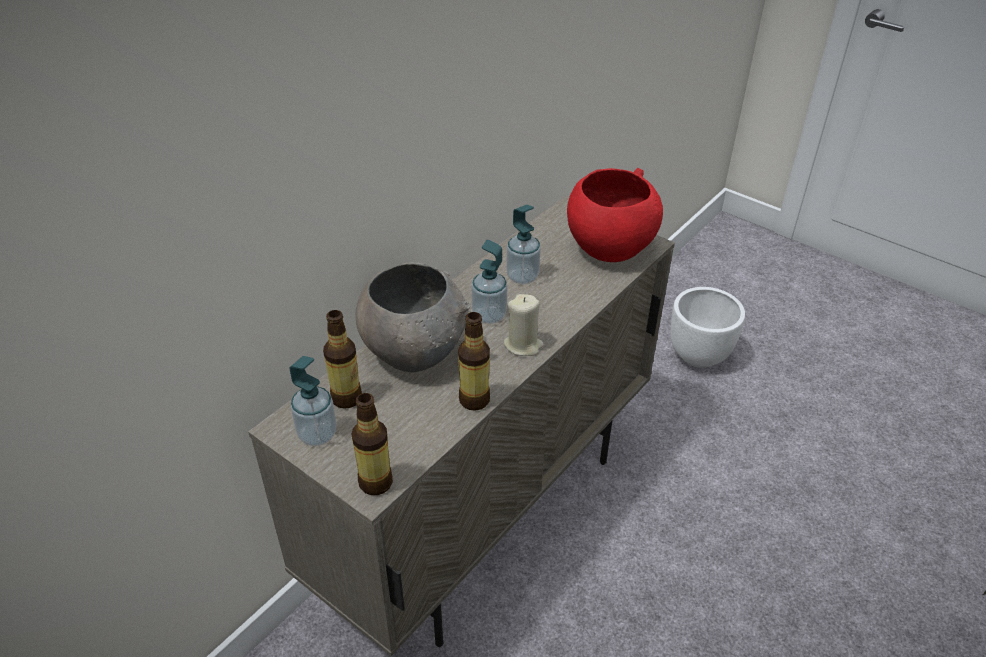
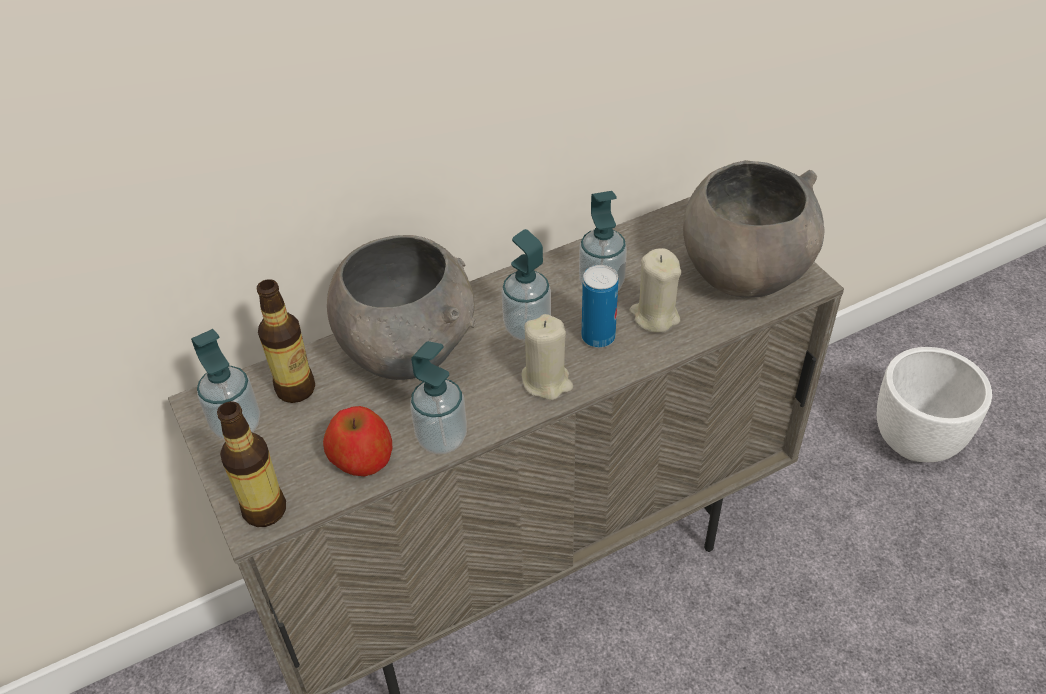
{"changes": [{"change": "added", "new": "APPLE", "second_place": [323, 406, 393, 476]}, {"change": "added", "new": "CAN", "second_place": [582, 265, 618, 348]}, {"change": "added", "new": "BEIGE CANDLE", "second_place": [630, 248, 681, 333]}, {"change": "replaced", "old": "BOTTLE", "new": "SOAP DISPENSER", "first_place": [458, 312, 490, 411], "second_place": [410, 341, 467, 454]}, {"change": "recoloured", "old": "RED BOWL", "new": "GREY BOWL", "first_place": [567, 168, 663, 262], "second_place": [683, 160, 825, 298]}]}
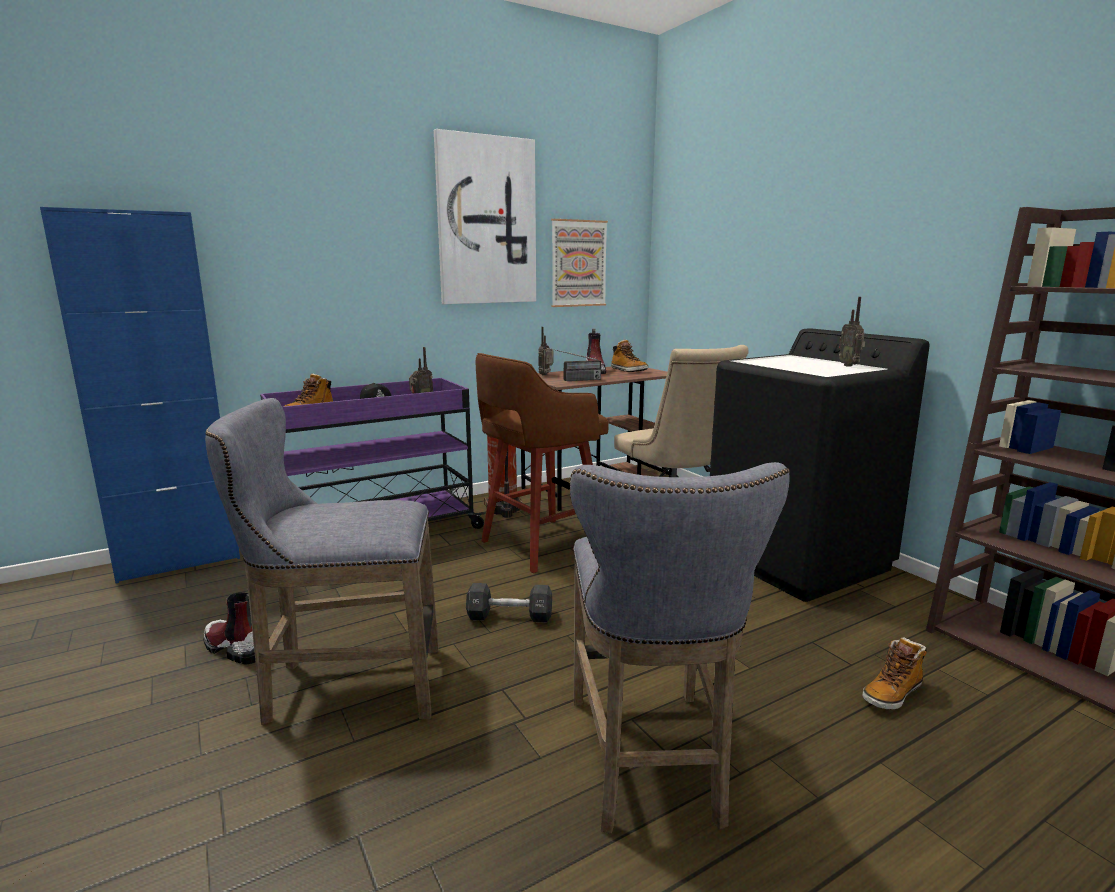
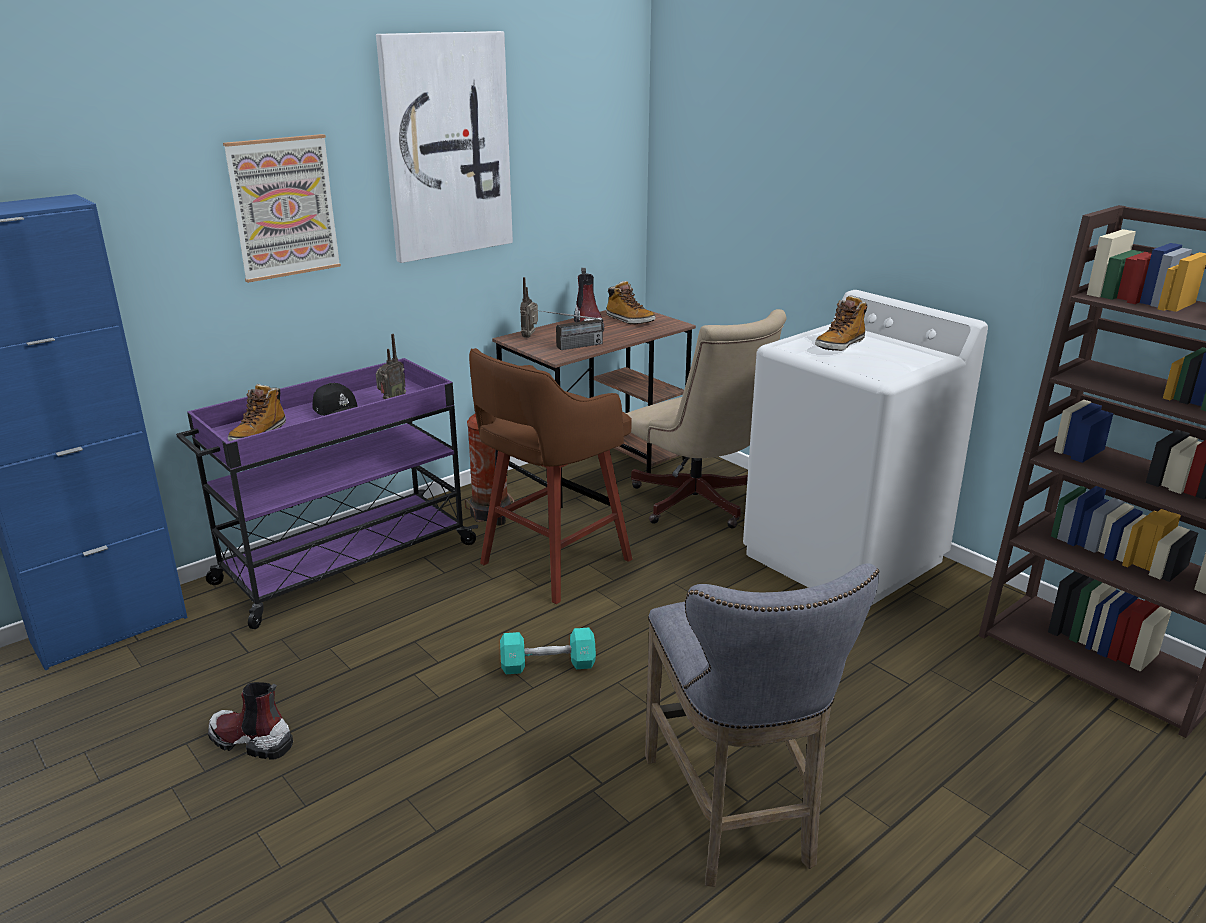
{"changes": [{"change": "removed", "old": "GREY STOOL", "first_place": [205, 398, 439, 725]}, {"change": "removed", "old": "RADIO", "first_place": [839, 297, 865, 367]}, {"change": "moved", "old": "PICTURE", "first_place": [551, 219, 608, 307], "second_place": [223, 134, 341, 283]}, {"change": "moved", "old": "BOOT", "first_place": [862, 637, 927, 710], "second_place": [815, 295, 867, 351]}, {"change": "recoloured", "old": "BLACK DUMBBELL", "new": "TURQUOISE DUMBBELL", "first_place": [466, 583, 552, 622], "second_place": [500, 628, 596, 674]}, {"change": "recoloured", "old": "BLACK WASHING MACHINE", "new": "WHITE WASHING MACHINE", "first_place": [710, 328, 930, 602], "second_place": [743, 290, 988, 606]}]}
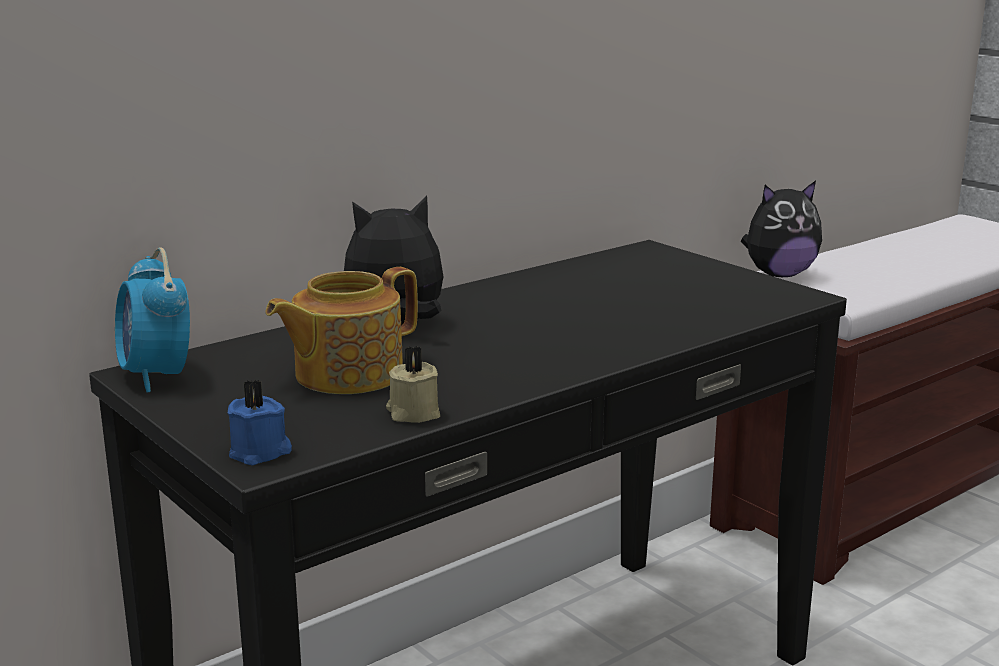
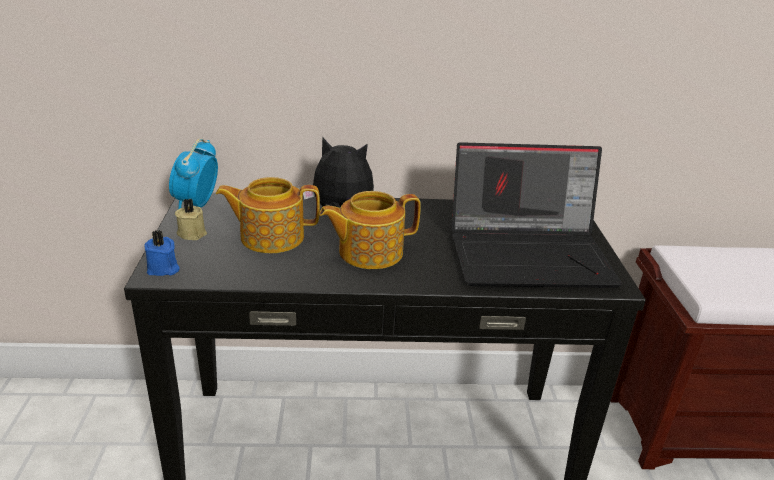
{"changes": [{"change": "removed", "old": "PLUSH TOY", "first_place": [741, 181, 822, 277]}, {"change": "added", "new": "TEAPOT", "second_place": [319, 191, 421, 269]}, {"change": "added", "new": "LAPTOP", "second_place": [452, 142, 622, 288]}, {"change": "moved", "old": "BEIGE CANDLE", "first_place": [386, 346, 440, 423], "second_place": [175, 199, 207, 240]}]}
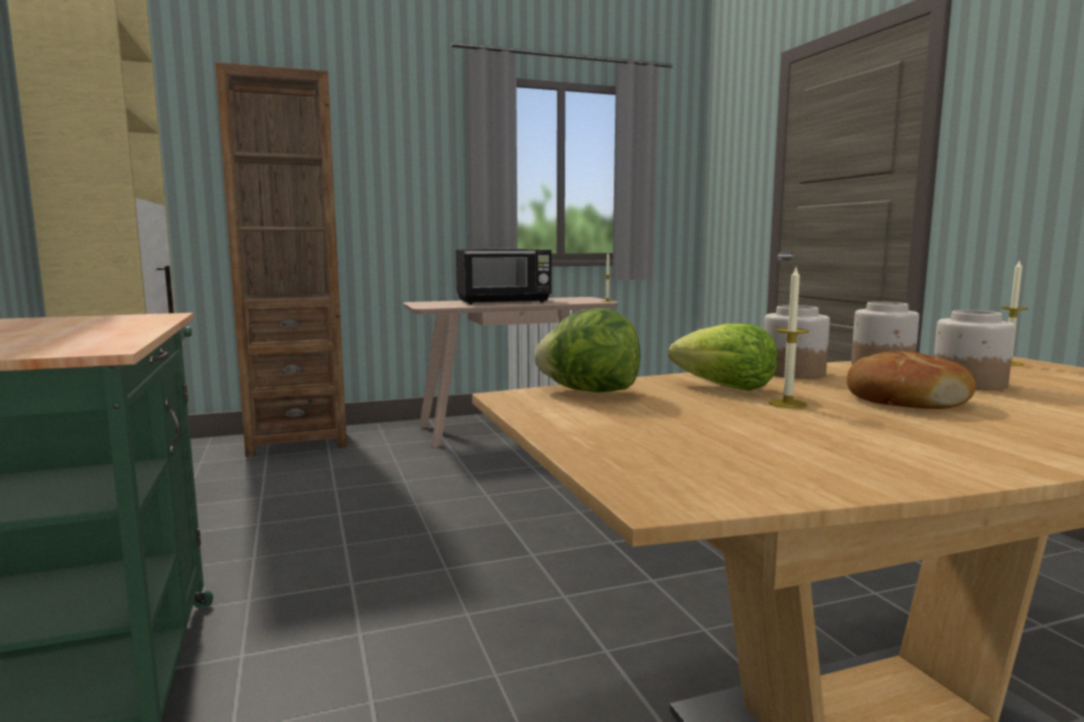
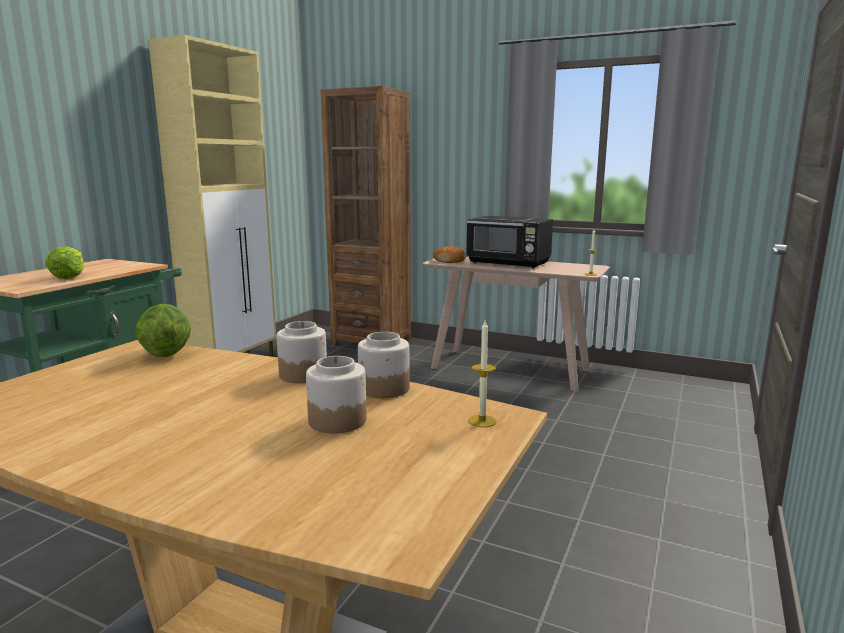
{"changes": [{"change": "removed", "old": "CANDLE", "first_place": [769, 268, 809, 408]}, {"change": "moved", "old": "LETTUCE", "first_place": [669, 323, 778, 390], "second_place": [45, 246, 84, 279]}, {"change": "moved", "old": "BREAD", "first_place": [847, 351, 976, 409], "second_place": [433, 246, 466, 263]}]}
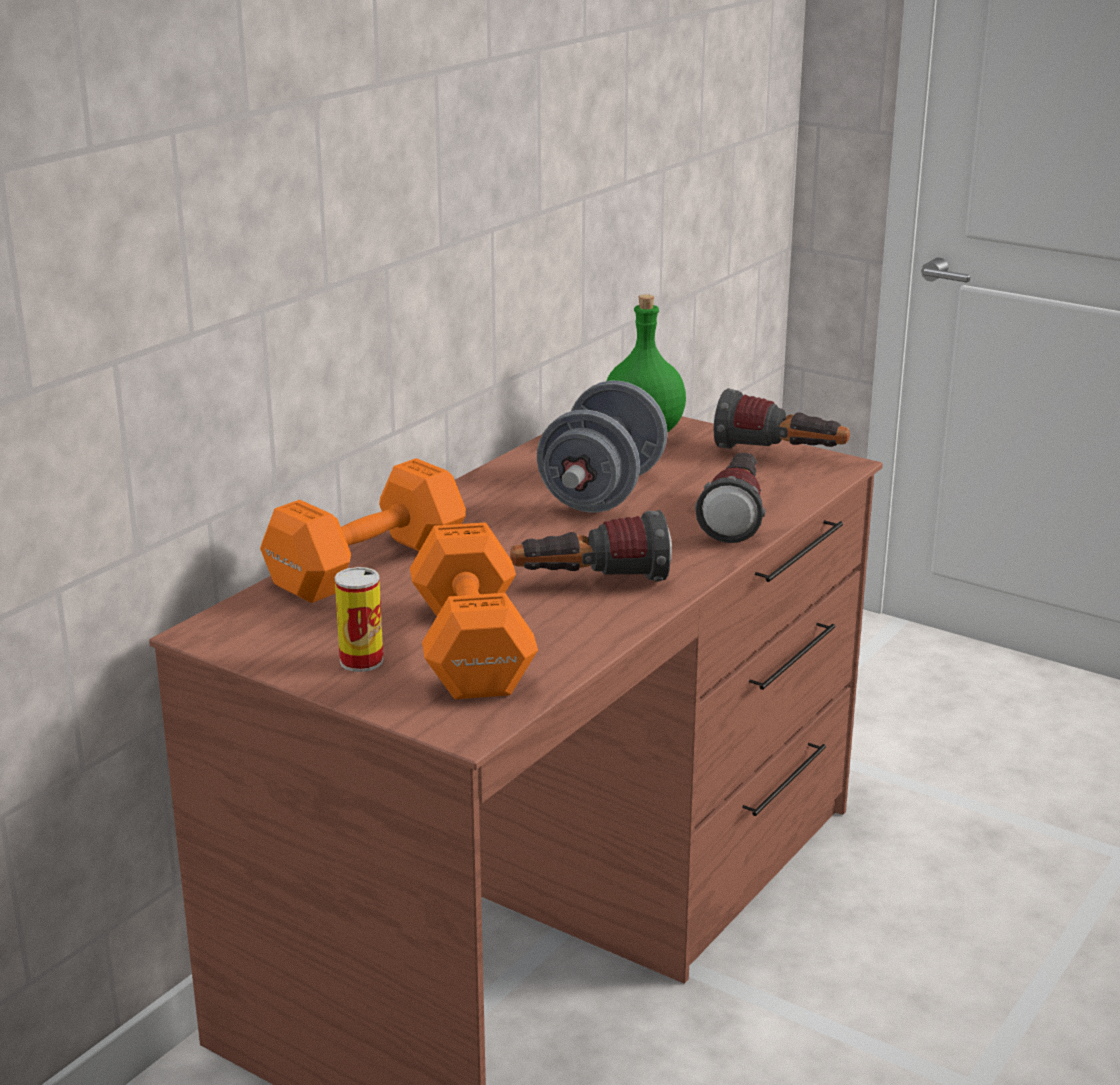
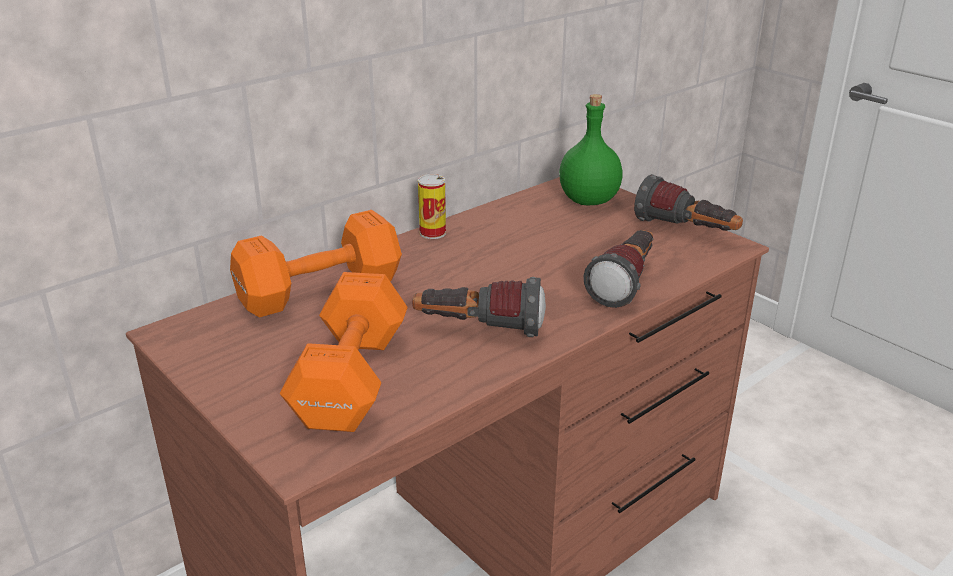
{"changes": [{"change": "removed", "old": "GREY DUMBBELL", "first_place": [537, 381, 668, 513]}, {"change": "moved", "old": "CAN", "first_place": [335, 567, 384, 672], "second_place": [418, 174, 446, 239]}]}
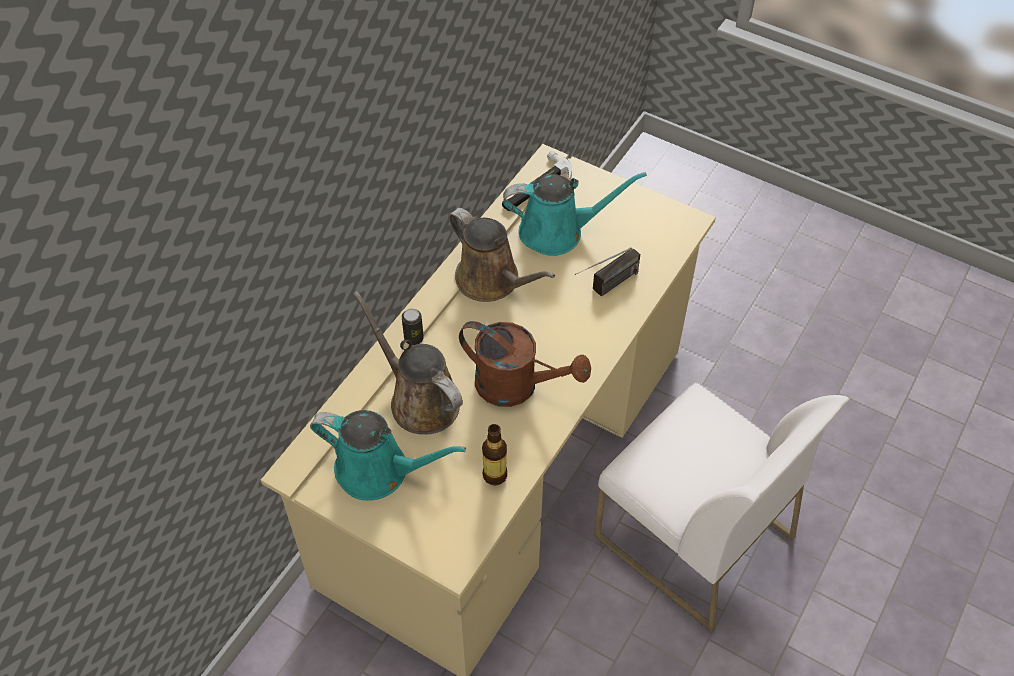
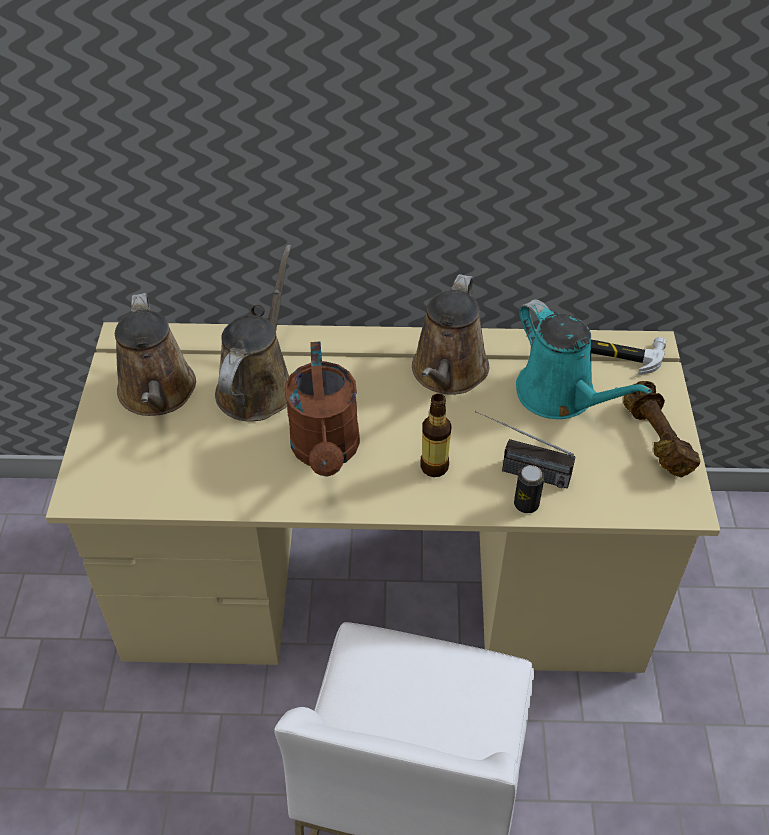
{"changes": [{"change": "added", "new": "BROWN DUMBBELL", "second_place": [623, 381, 700, 477]}, {"change": "moved", "old": "CAN", "first_place": [402, 309, 424, 345], "second_place": [514, 465, 545, 513]}, {"change": "moved", "old": "BOTTLE", "first_place": [482, 424, 507, 485], "second_place": [420, 394, 452, 477]}, {"change": "recoloured", "old": "TURQUOISE WATERING CAN", "new": "BROWN WATERING CAN", "first_place": [310, 410, 466, 501], "second_place": [115, 293, 196, 416]}]}
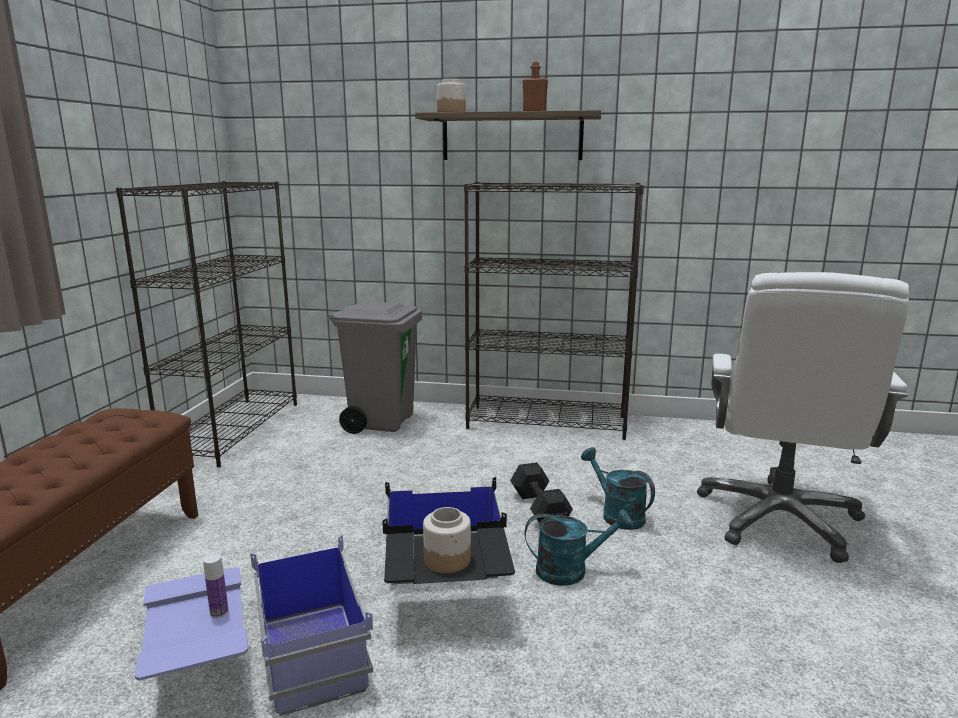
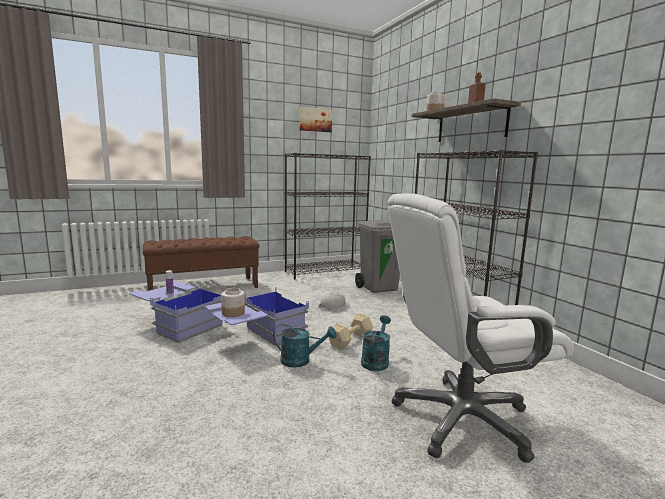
{"changes": [{"change": "added", "new": "PICTURE", "second_place": [300, 107, 332, 132]}, {"change": "added", "new": "WHITE HARD HAT", "second_place": [319, 292, 351, 310]}, {"change": "recoloured", "old": "BLACK STORAGE BOX", "new": "BLUE STORAGE BOX", "first_place": [382, 477, 515, 584], "second_place": [205, 287, 309, 346]}, {"change": "recoloured", "old": "BLACK DUMBBELL", "new": "BEIGE DUMBBELL", "first_place": [510, 462, 573, 524], "second_place": [329, 314, 373, 350]}, {"change": "turned", "old": "TURQUOISE WATERING CAN", "first_place": [524, 509, 633, 586], "second_place": [273, 324, 336, 367], "degrees": -45}]}
